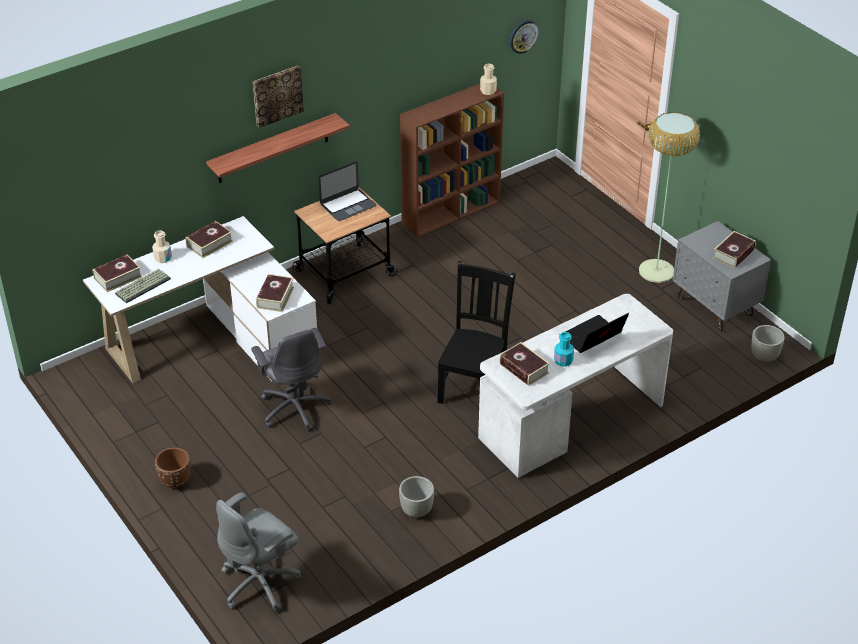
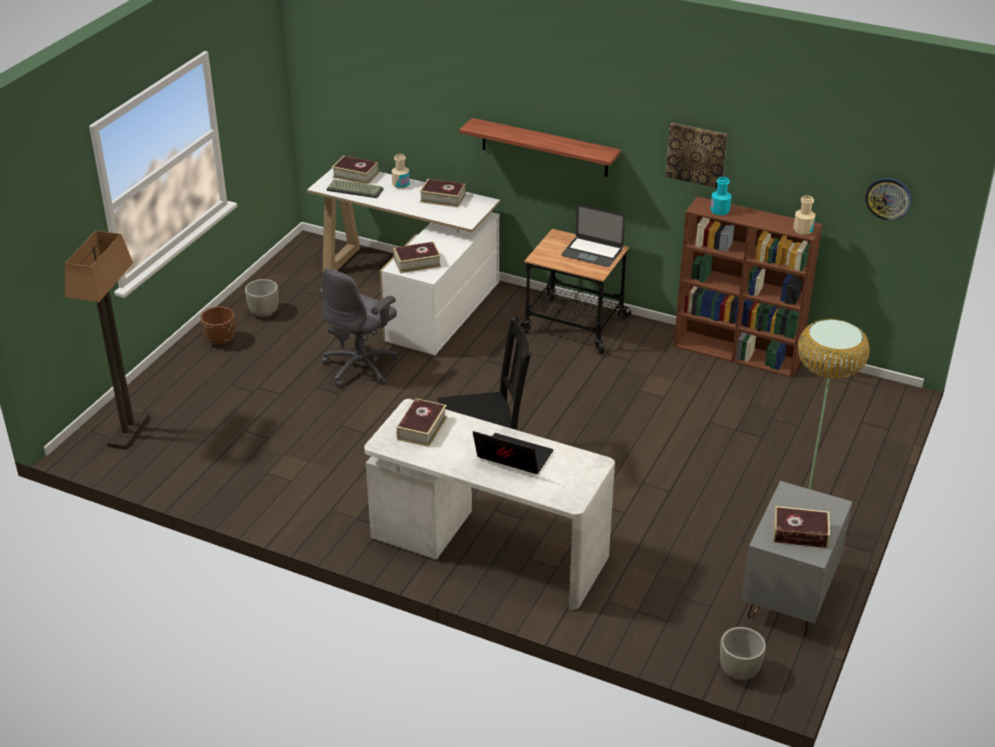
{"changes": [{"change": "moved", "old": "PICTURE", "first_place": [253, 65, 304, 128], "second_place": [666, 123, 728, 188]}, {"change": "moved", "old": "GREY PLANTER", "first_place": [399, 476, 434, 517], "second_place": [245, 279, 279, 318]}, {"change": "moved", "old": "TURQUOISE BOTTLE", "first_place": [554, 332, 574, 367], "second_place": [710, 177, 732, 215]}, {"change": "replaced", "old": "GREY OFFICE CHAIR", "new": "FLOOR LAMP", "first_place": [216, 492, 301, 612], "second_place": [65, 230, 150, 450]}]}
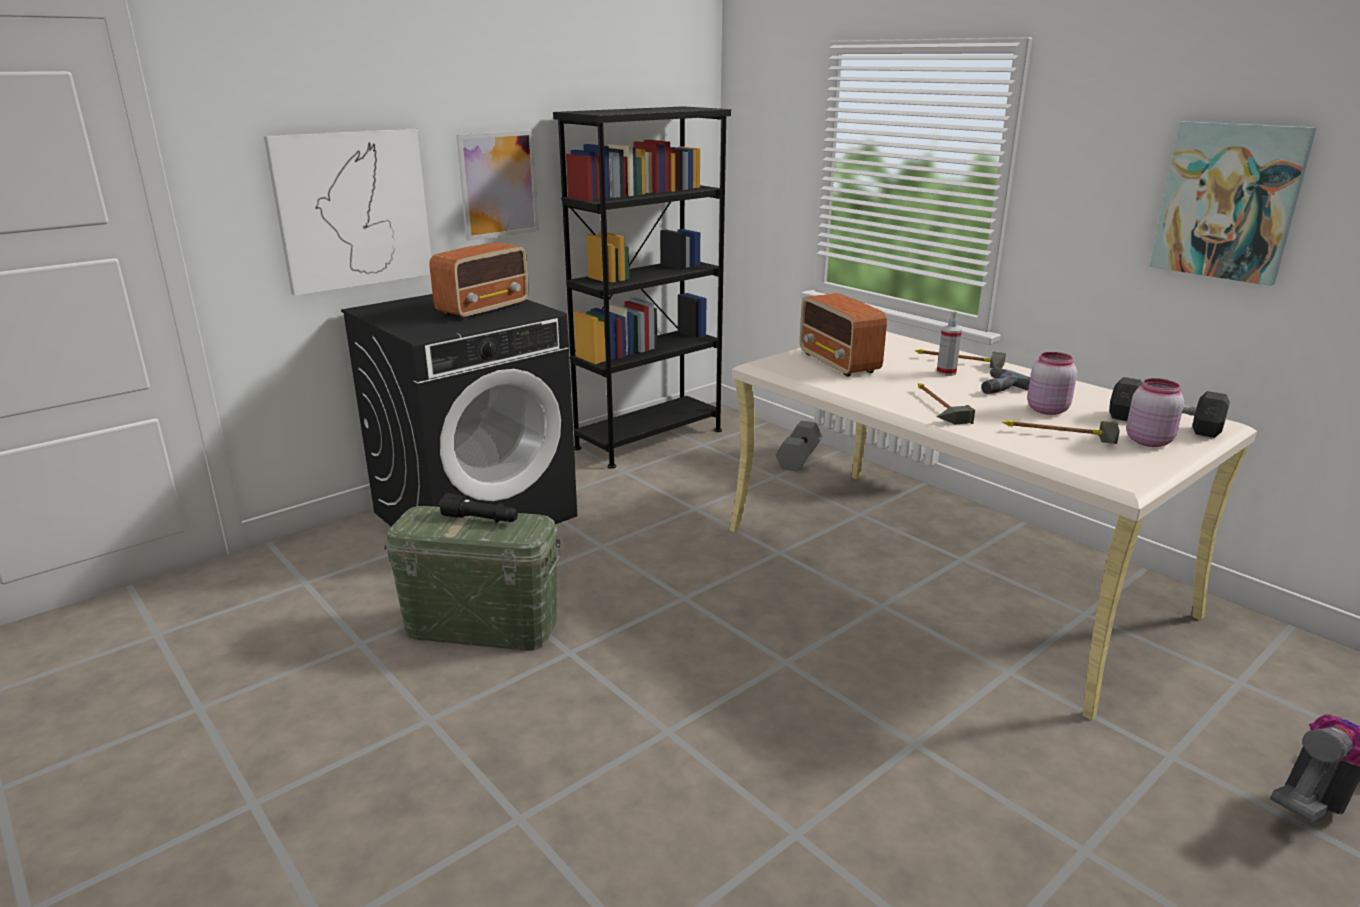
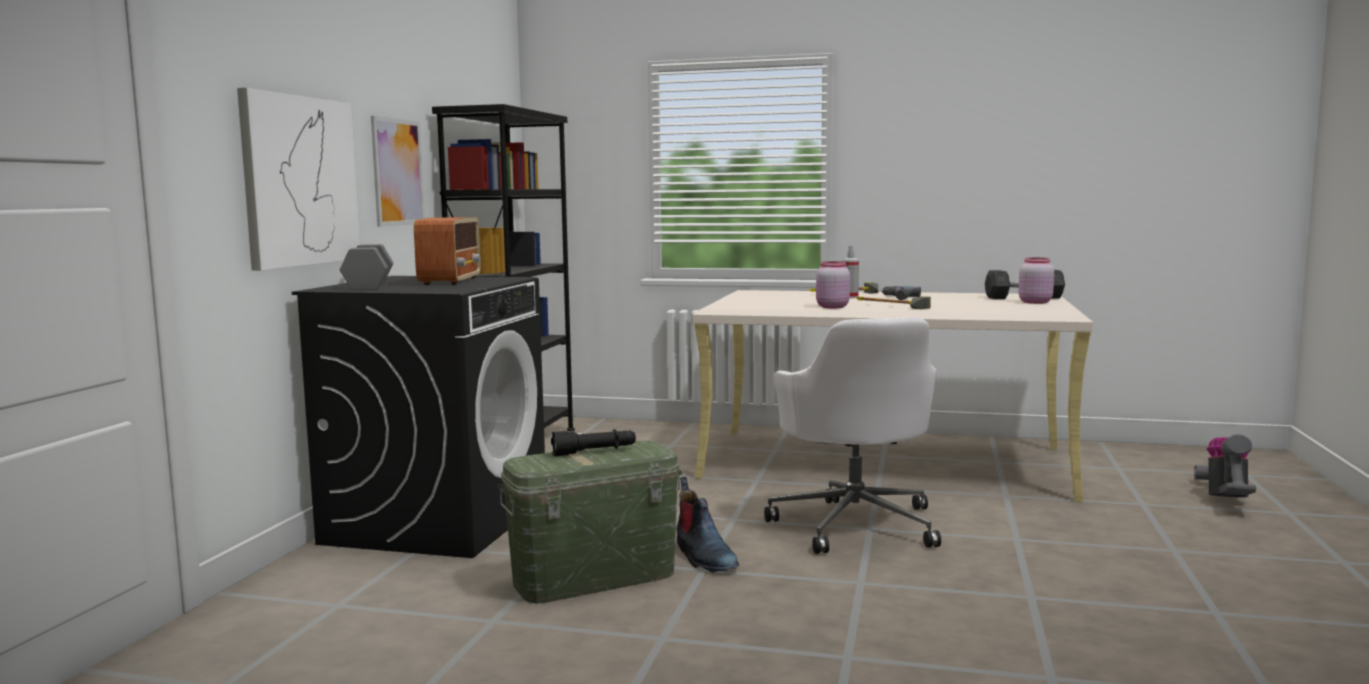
{"changes": [{"change": "removed", "old": "RADIO", "first_place": [800, 293, 887, 377]}, {"change": "removed", "old": "HAMMER", "first_place": [1002, 420, 1120, 444]}, {"change": "removed", "old": "PICTURE", "first_place": [1149, 121, 1317, 286]}, {"change": "added", "new": "BOOT", "second_place": [677, 477, 739, 573]}, {"change": "added", "new": "WHITE OFFICE CHAIR", "second_place": [764, 317, 941, 554]}, {"change": "moved", "old": "GREY DUMBBELL", "first_place": [775, 421, 822, 472], "second_place": [340, 244, 393, 290]}, {"change": "moved", "old": "PINK JAR", "first_place": [1027, 352, 1077, 415], "second_place": [816, 261, 850, 308]}]}
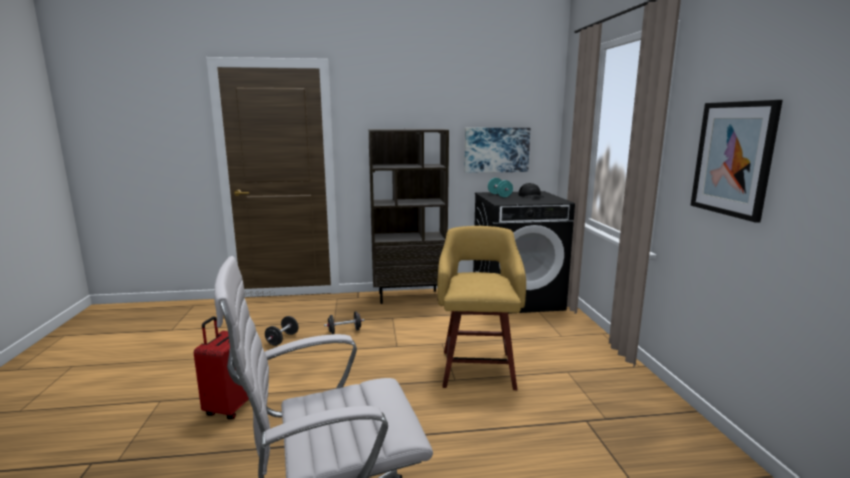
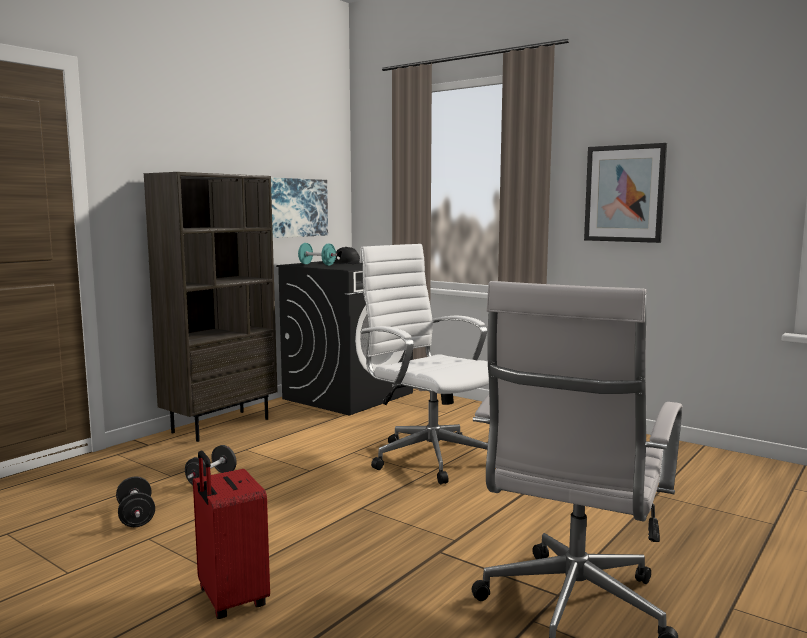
{"changes": [{"change": "replaced", "old": "YELLOW STOOL", "new": "WHITE OFFICE CHAIR", "first_place": [437, 226, 526, 390], "second_place": [360, 244, 489, 485]}]}
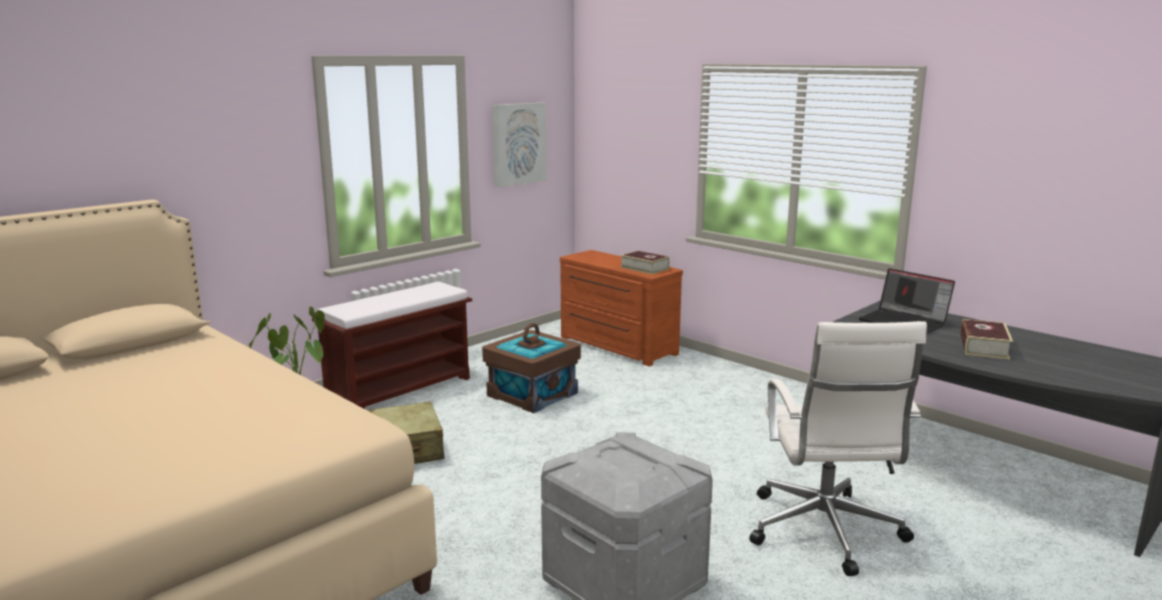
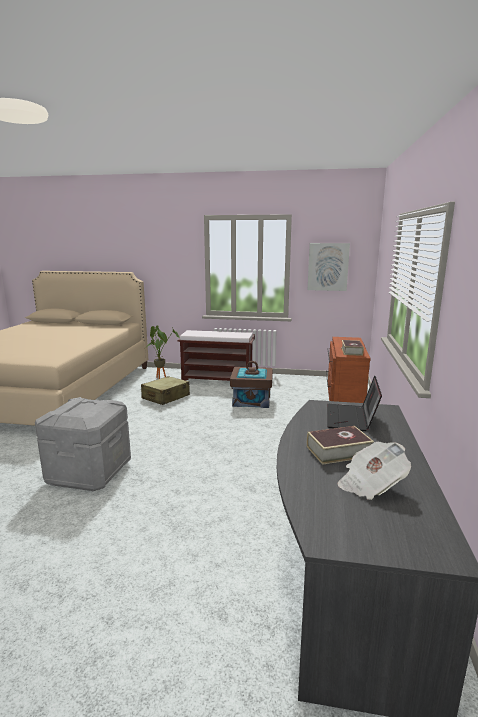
{"changes": [{"change": "removed", "old": "WHITE OFFICE CHAIR", "first_place": [749, 321, 927, 576]}, {"change": "added", "new": "NEWSPAPER", "second_place": [338, 442, 411, 500]}]}
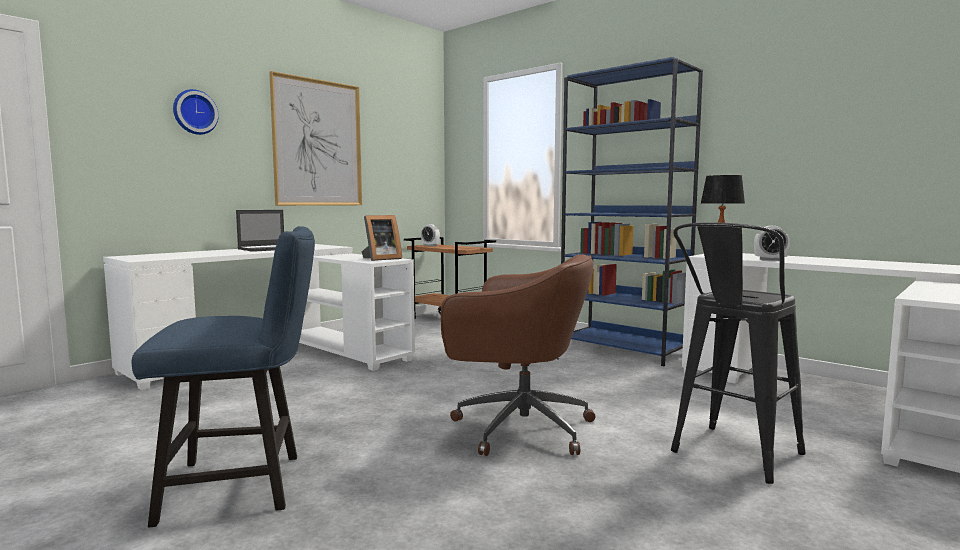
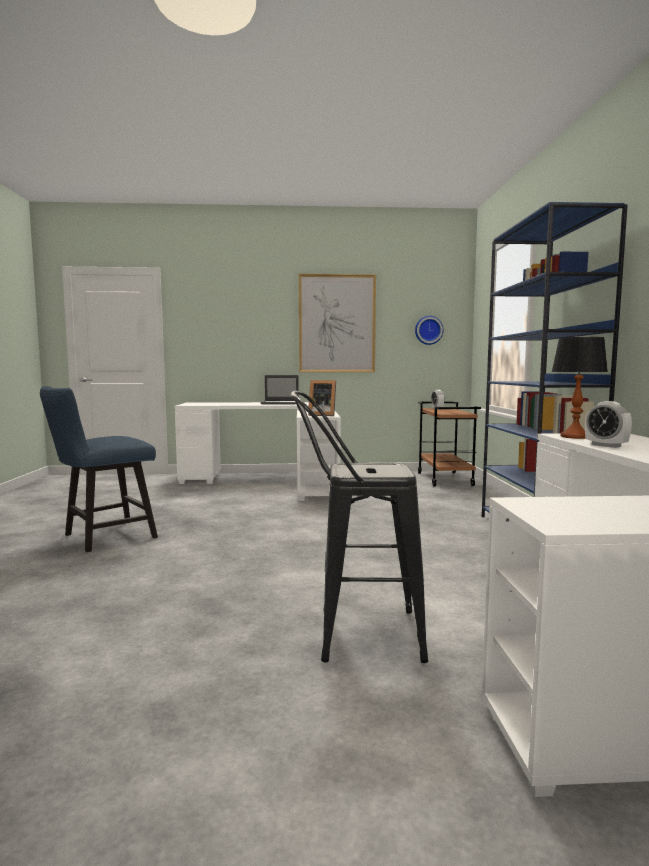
{"changes": [{"change": "removed", "old": "BROWN OFFICE CHAIR", "first_place": [441, 254, 596, 456]}, {"change": "moved", "old": "WALL CLOCK", "first_place": [173, 89, 219, 135], "second_place": [415, 316, 443, 345]}, {"change": "turned", "old": "BLUE CHAIR", "first_place": [132, 226, 315, 527], "second_place": [40, 386, 158, 552], "degrees": 105}]}
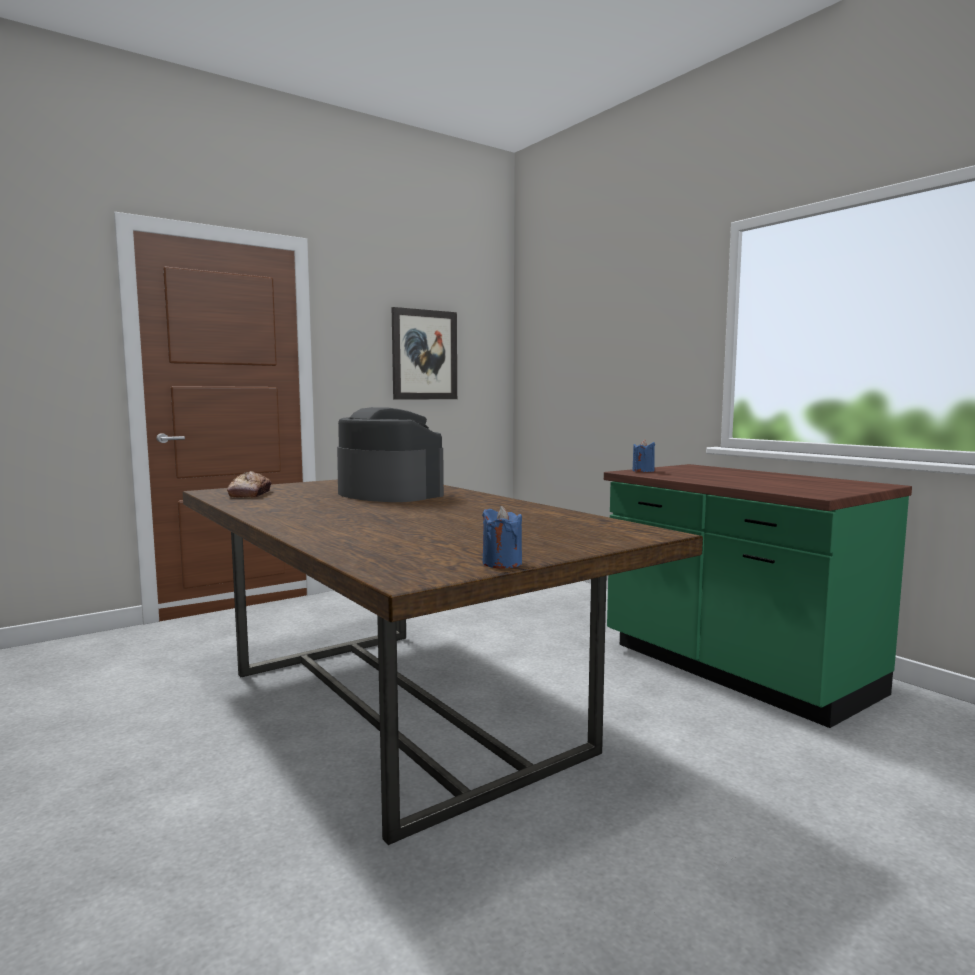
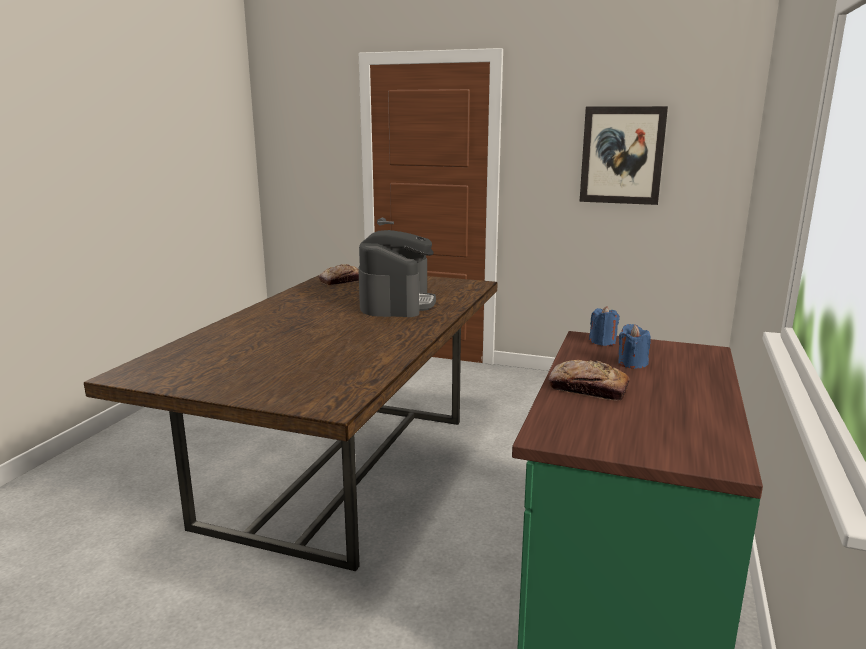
{"changes": [{"change": "added", "new": "BREAD", "second_place": [549, 360, 630, 401]}, {"change": "moved", "old": "BLUE CANDLE", "first_place": [482, 506, 522, 569], "second_place": [618, 324, 651, 369]}]}
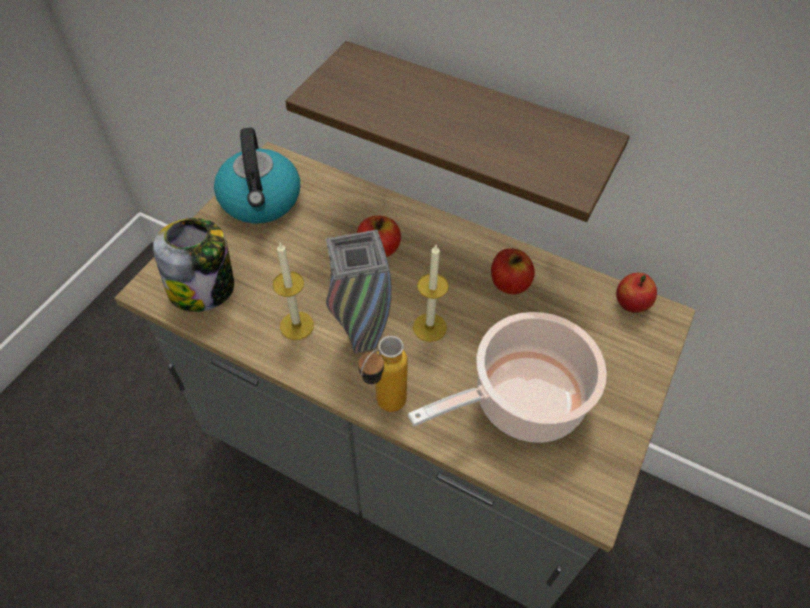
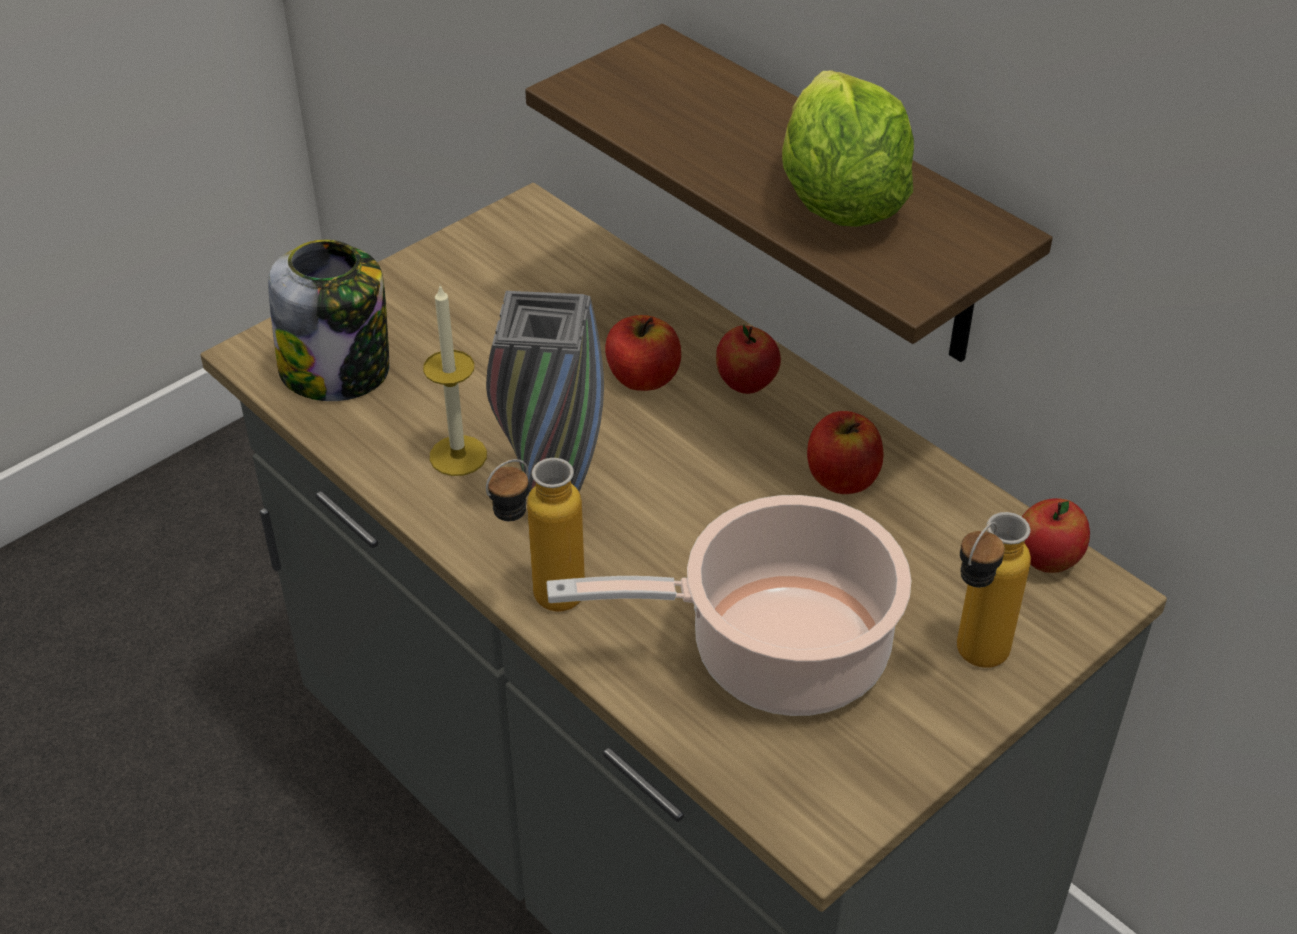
{"changes": [{"change": "removed", "old": "KETTLE", "first_place": [214, 128, 300, 224]}, {"change": "removed", "old": "CANDLE", "first_place": [413, 245, 449, 342]}, {"change": "added", "new": "APPLE", "second_place": [716, 325, 781, 394]}, {"change": "added", "new": "LETTUCE", "second_place": [782, 71, 914, 227]}, {"change": "added", "new": "BOTTLE", "second_place": [957, 512, 1031, 668]}]}
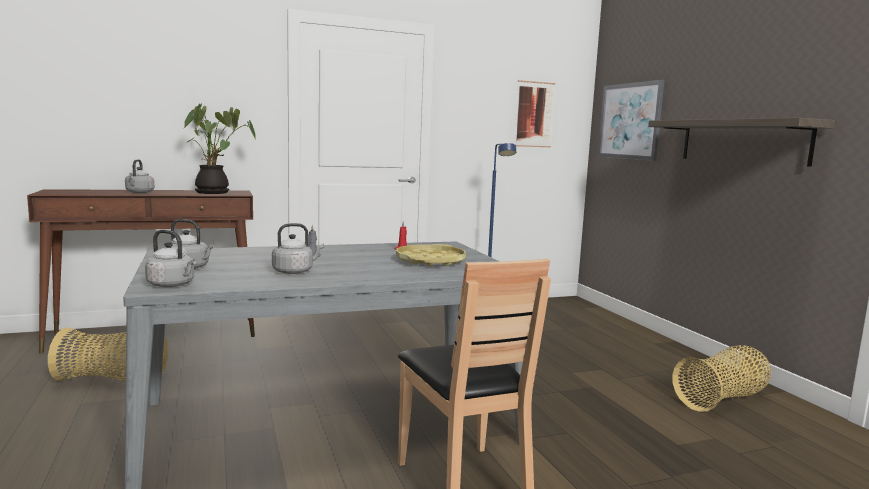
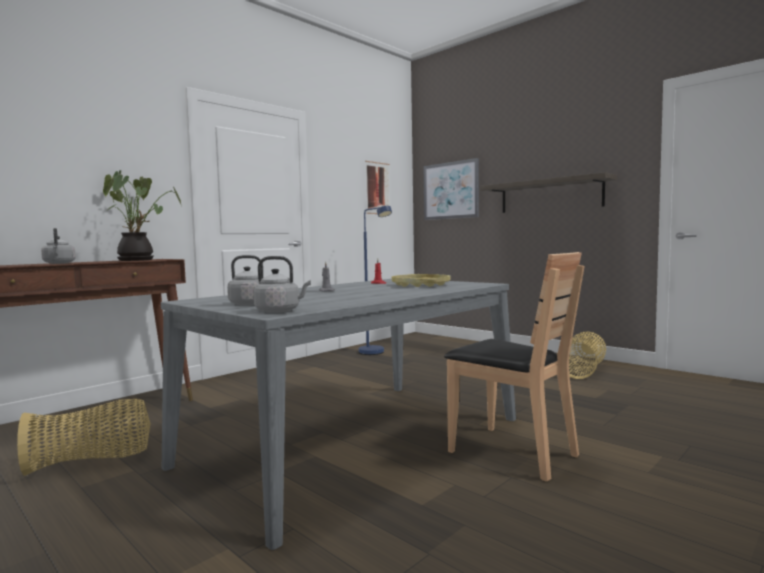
{"changes": [{"change": "removed", "old": "GREY KETTLE", "first_place": [272, 223, 324, 274]}]}
